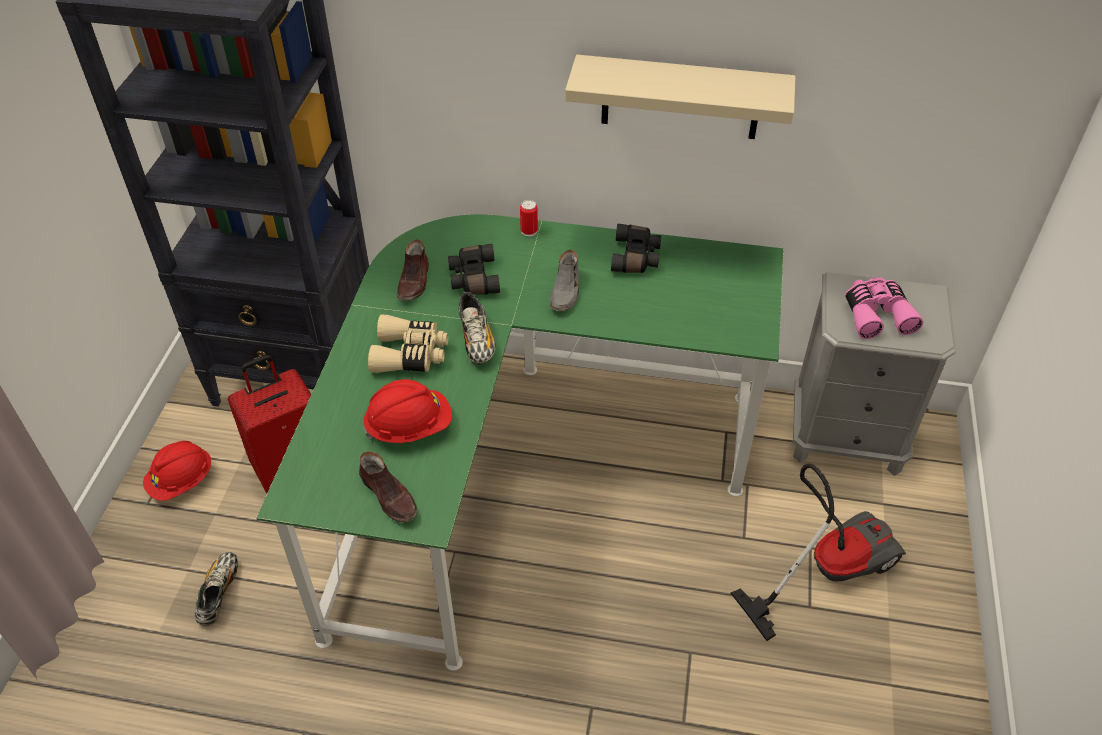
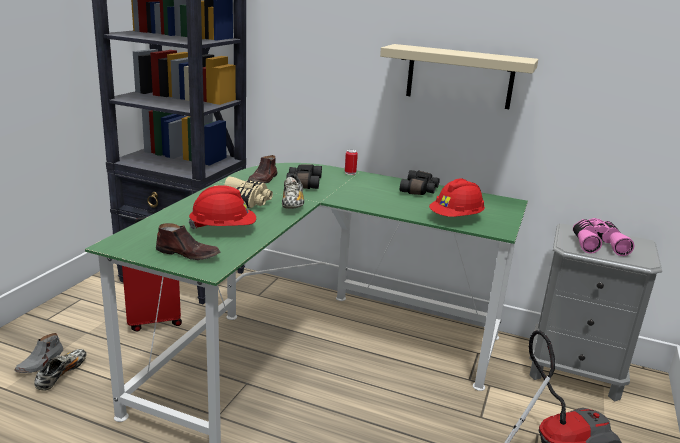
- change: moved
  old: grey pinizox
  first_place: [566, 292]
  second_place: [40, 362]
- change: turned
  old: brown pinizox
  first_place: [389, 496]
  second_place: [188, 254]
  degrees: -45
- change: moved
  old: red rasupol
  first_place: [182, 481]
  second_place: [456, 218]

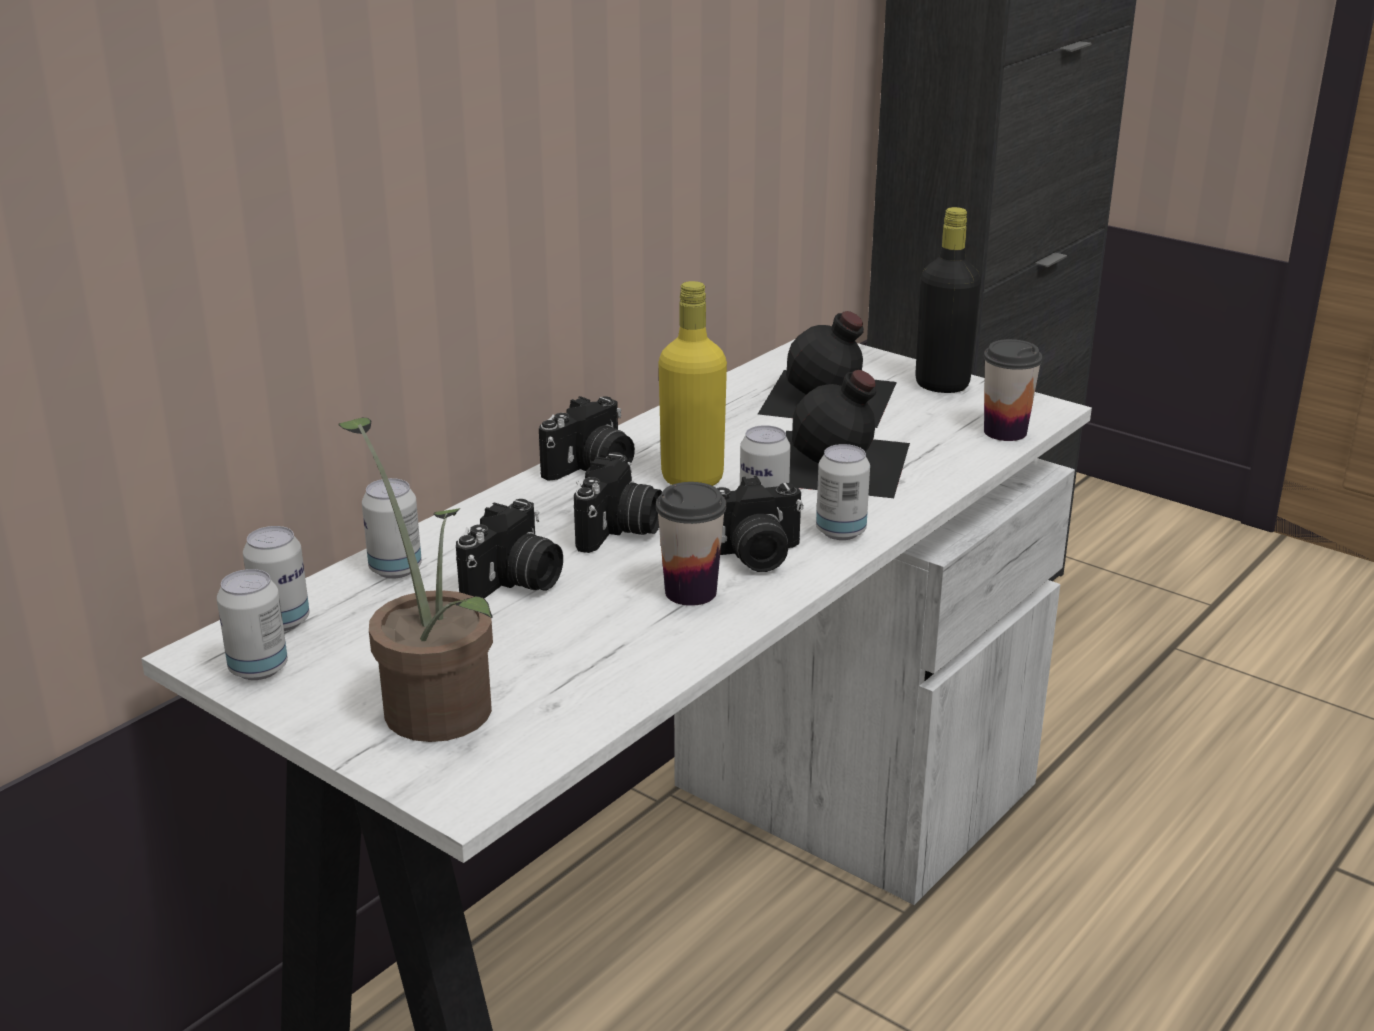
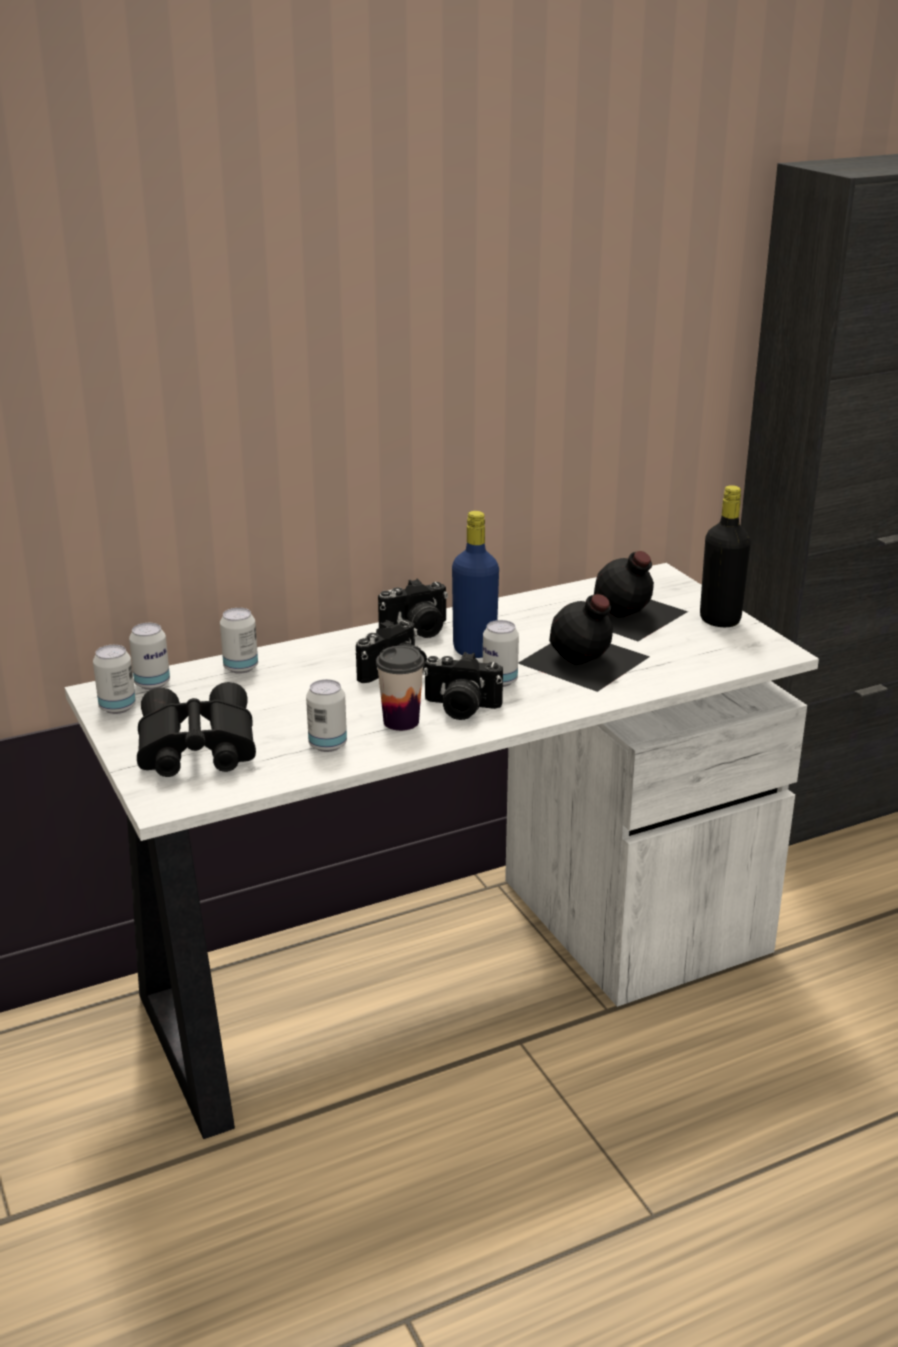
- change: replaced
  old: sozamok
  new: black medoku
  first_place: [434, 700]
  second_place: [194, 748]
- change: moved
  old: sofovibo
  first_place: [840, 532]
  second_place: [327, 745]
- change: recoloured
  old: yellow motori
  new: blue motori
  first_place: [692, 479]
  second_place: [474, 650]
- change: removed
  old: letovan
  first_place: [515, 583]
- change: removed
  old: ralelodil
  first_place: [1005, 432]

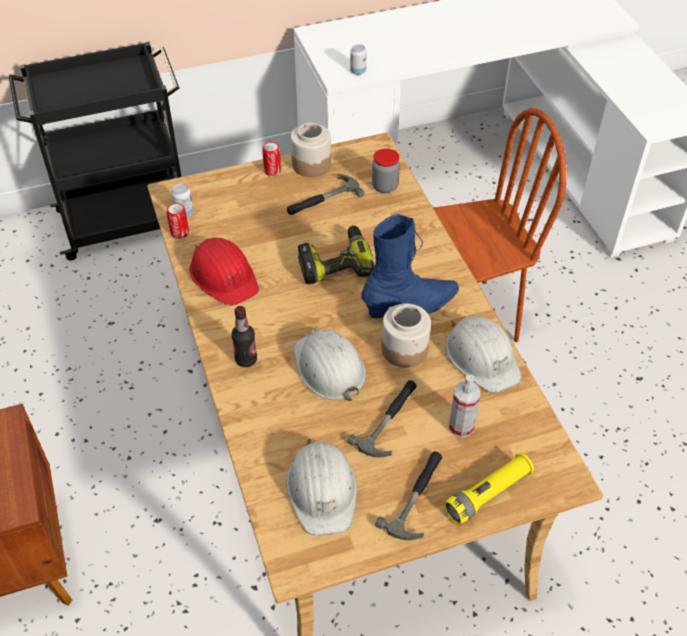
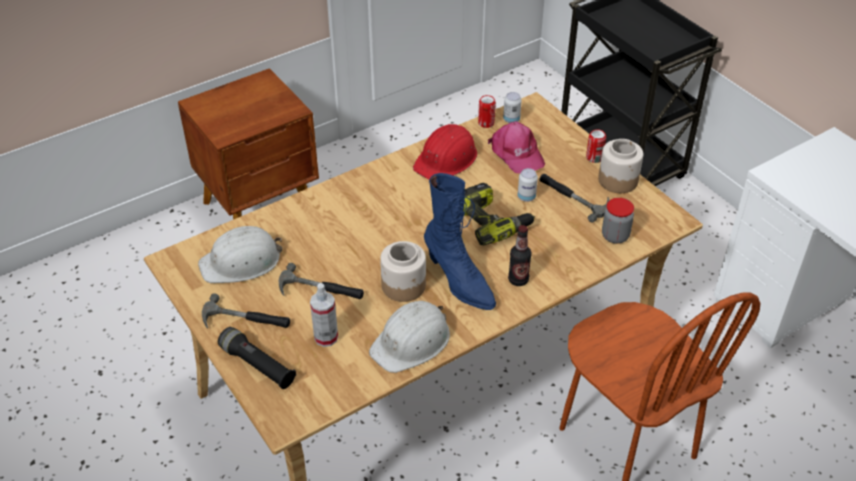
- change: recoloured
  old: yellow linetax
  new: black linetax
  first_place: [488, 494]
  second_place: [257, 365]
- change: added
  new: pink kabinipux
  second_place: [516, 153]
- change: moved
  old: motori
  first_place: [246, 360]
  second_place: [518, 280]
- change: moved
  old: sofovibo
  first_place: [358, 71]
  second_place: [526, 197]
- change: removed
  old: white rasupol
  first_place: [329, 368]

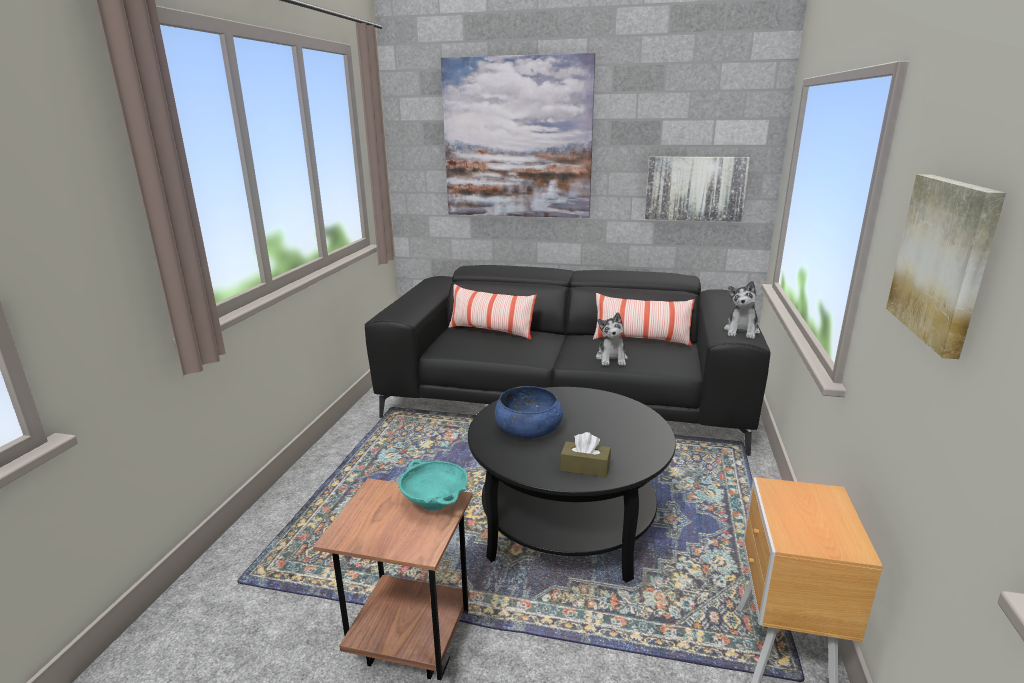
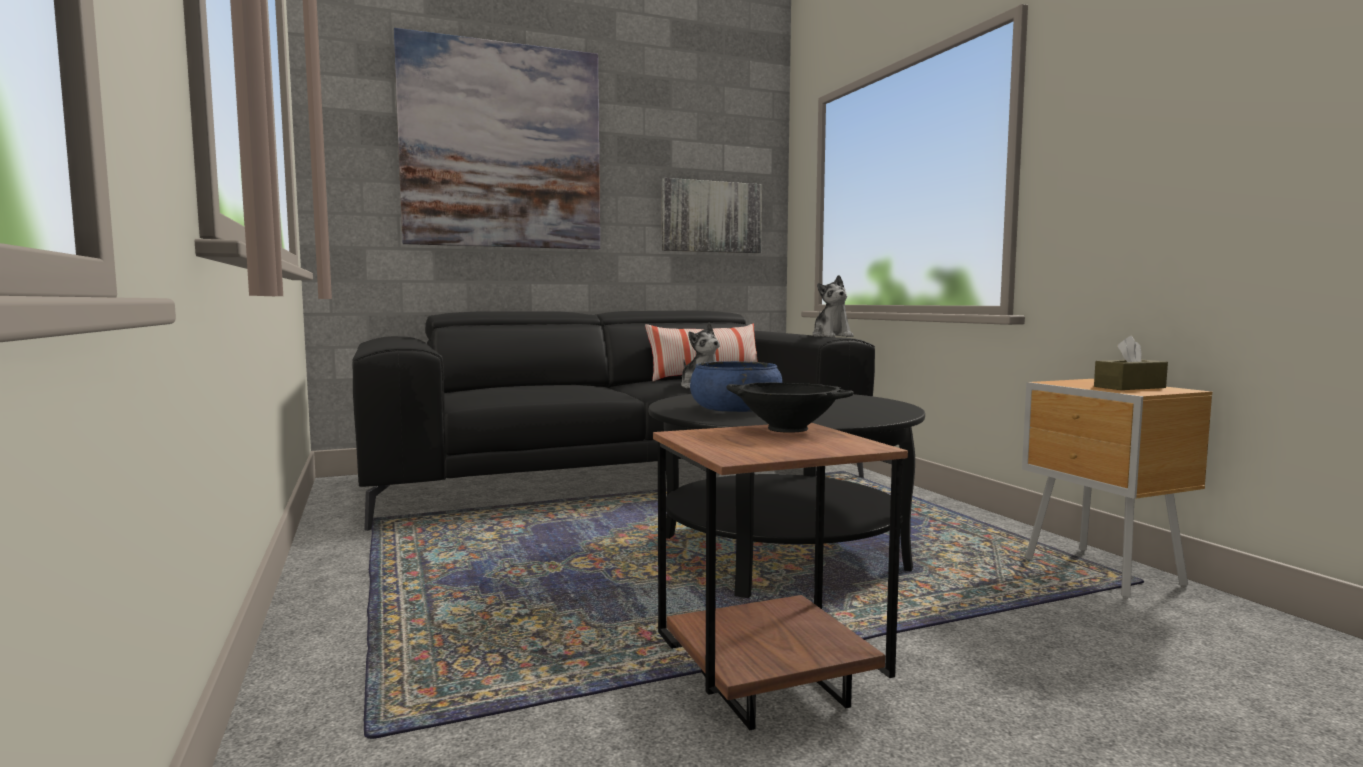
- change: recoloured
  old: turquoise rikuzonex
  new: black rikuzonex
  first_place: [435, 503]
  second_place: [788, 429]
- change: moved
  old: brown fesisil
  first_place: [585, 467]
  second_place: [1129, 387]
- change: removed
  old: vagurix
  first_place: [491, 331]
- change: removed
  old: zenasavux
  first_place: [944, 260]

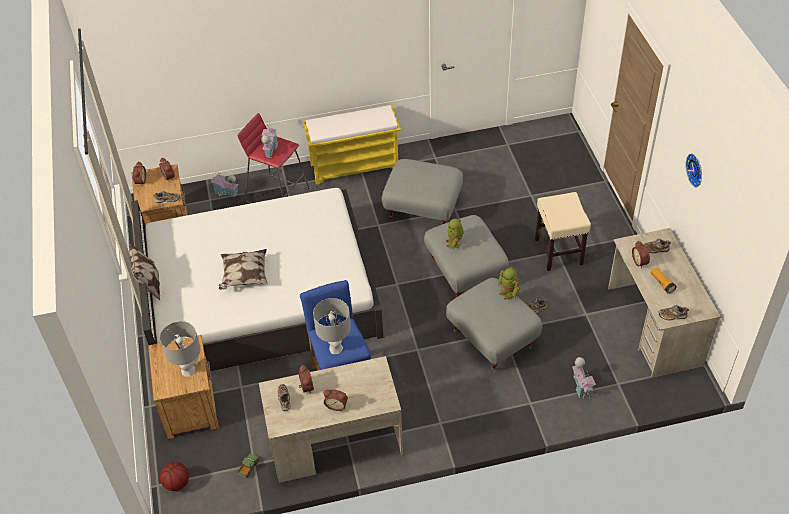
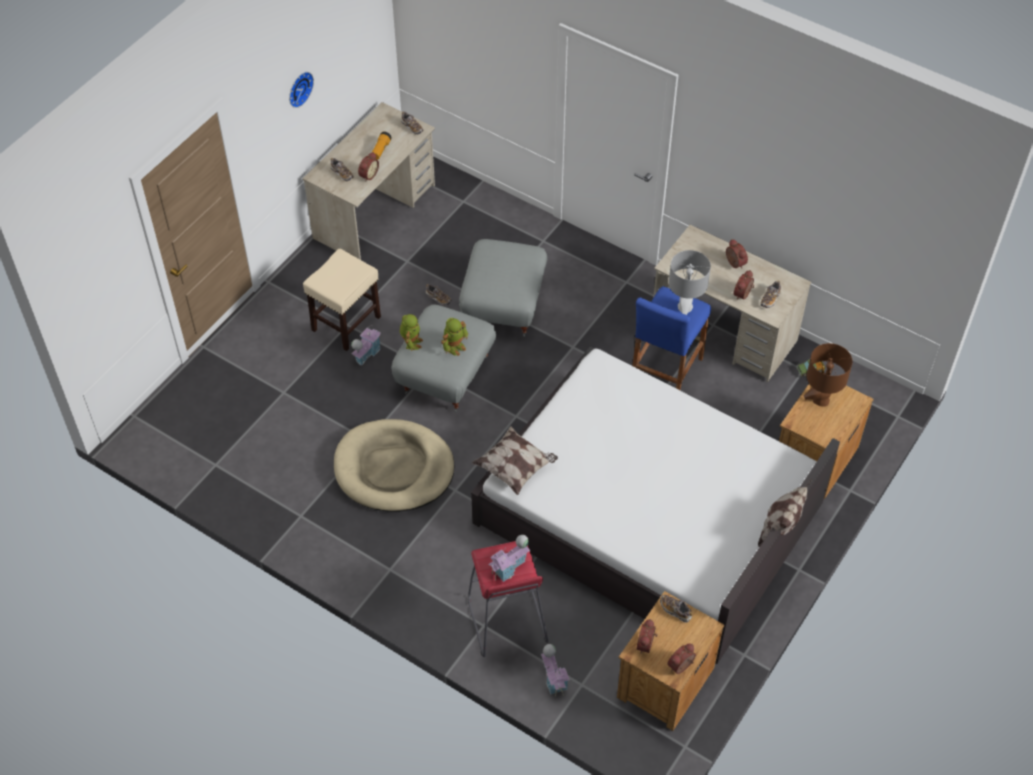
- change: replaced
  old: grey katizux
  new: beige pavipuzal
  first_place: [422, 209]
  second_place: [394, 469]
- change: moved
  old: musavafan
  first_place: [582, 386]
  second_place: [366, 353]
- change: moved
  old: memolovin
  first_place: [508, 292]
  second_place: [411, 342]
- change: moved
  old: vagurix
  first_place: [244, 276]
  second_place: [515, 468]
- change: recoloured
  old: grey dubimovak
  new: brown dubimovak
  first_place: [188, 370]
  second_place: [821, 400]
- change: removed
  old: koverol
  first_place: [176, 483]
- change: removed
  old: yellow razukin
  first_place: [355, 165]

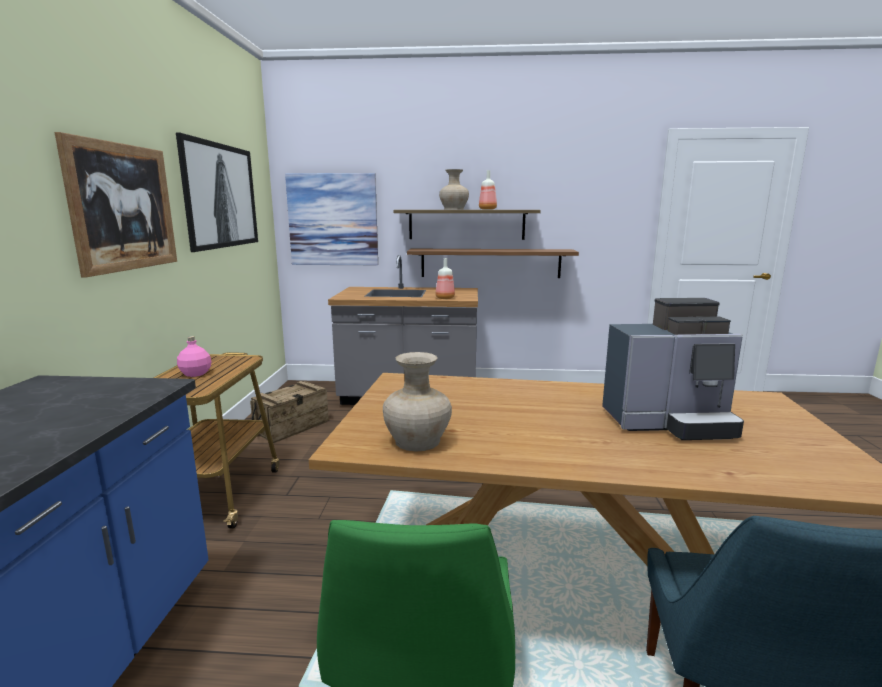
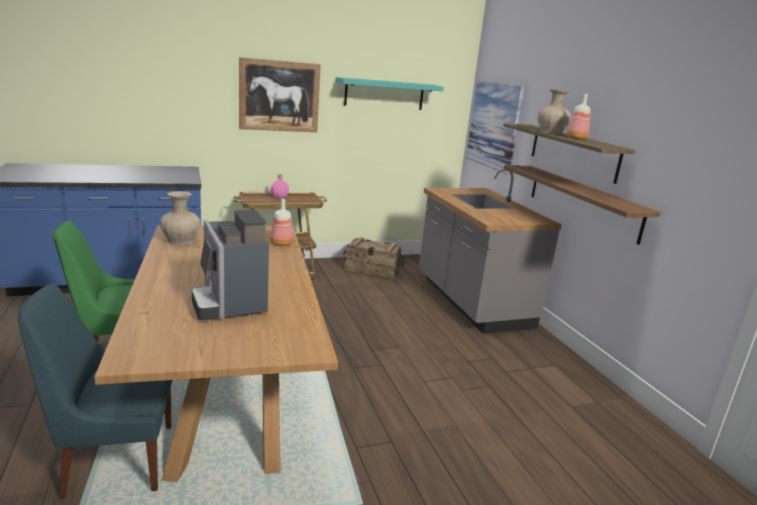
- change: moved
  old: motori
  first_place: [444, 298]
  second_place: [280, 243]
- change: replaced
  old: zenasavux
  new: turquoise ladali
  first_place: [220, 196]
  second_place: [384, 94]

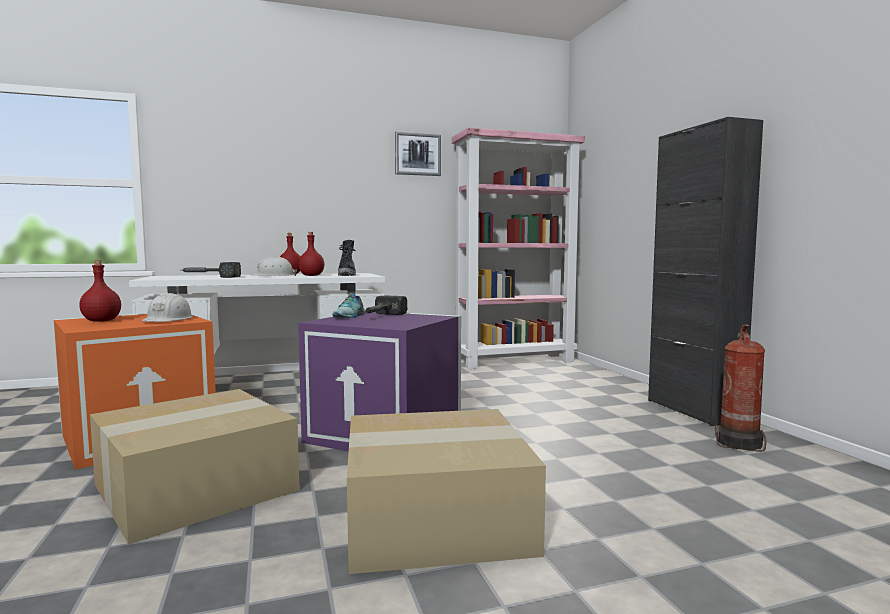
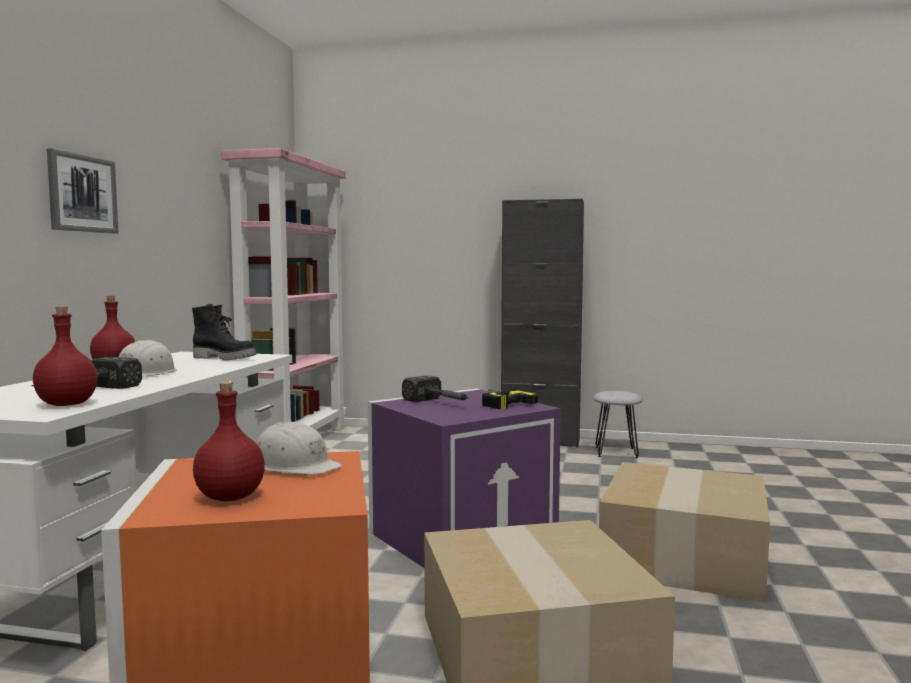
- change: moved
  old: red motori
  first_place: [311, 275]
  second_place: [67, 404]
- change: moved
  old: zenasavux
  first_place: [417, 154]
  second_place: [82, 193]
- change: added
  new: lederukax
  second_place: [498, 402]
- change: replaced
  old: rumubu
  new: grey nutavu
  first_place: [739, 443]
  second_place: [616, 452]
- change: removed
  old: pinizox
  first_place: [350, 316]

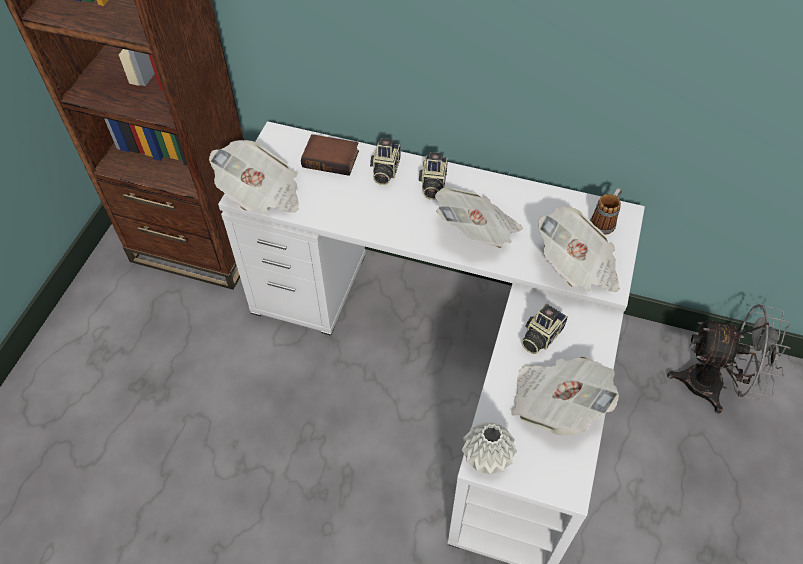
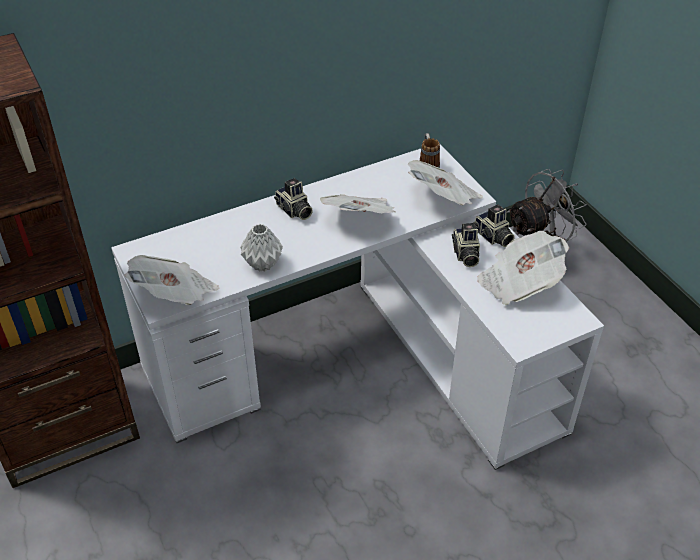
- change: moved
  old: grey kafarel
  first_place: [486, 457]
  second_place: [262, 264]
- change: moved
  old: letovan
  first_place: [384, 170]
  second_place: [493, 237]
- change: removed
  old: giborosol
  first_place: [332, 158]

